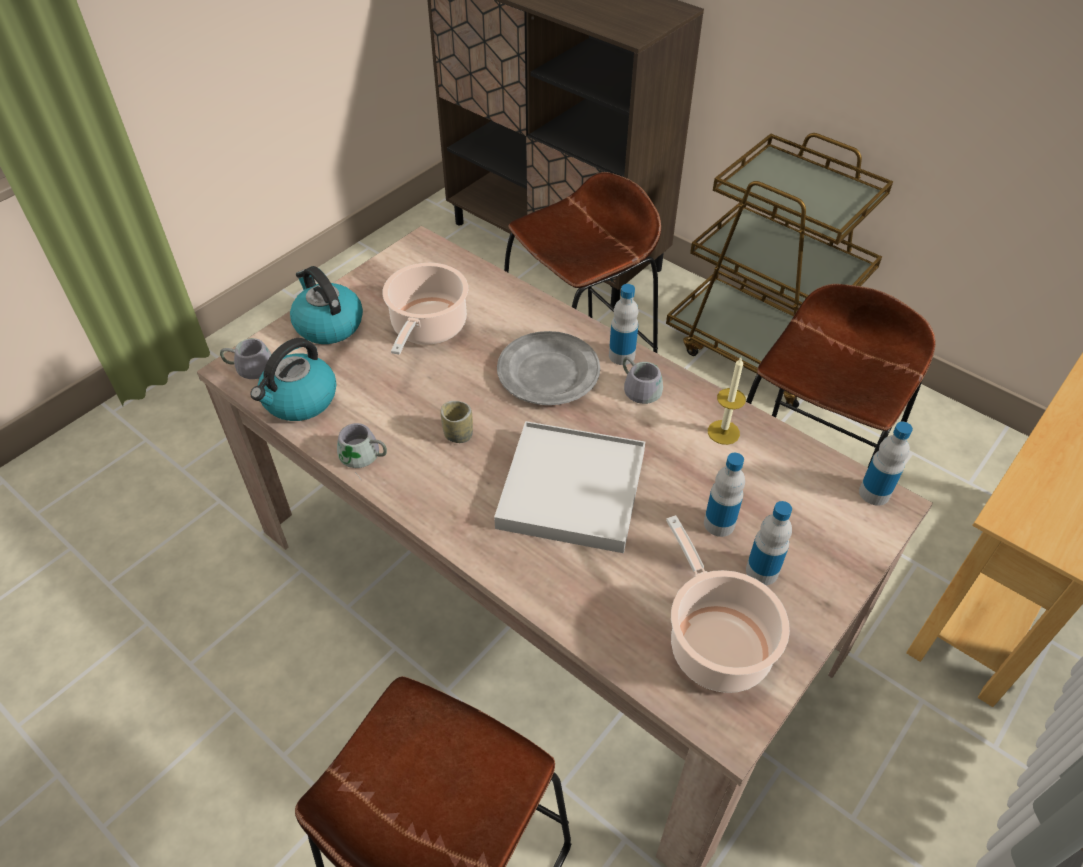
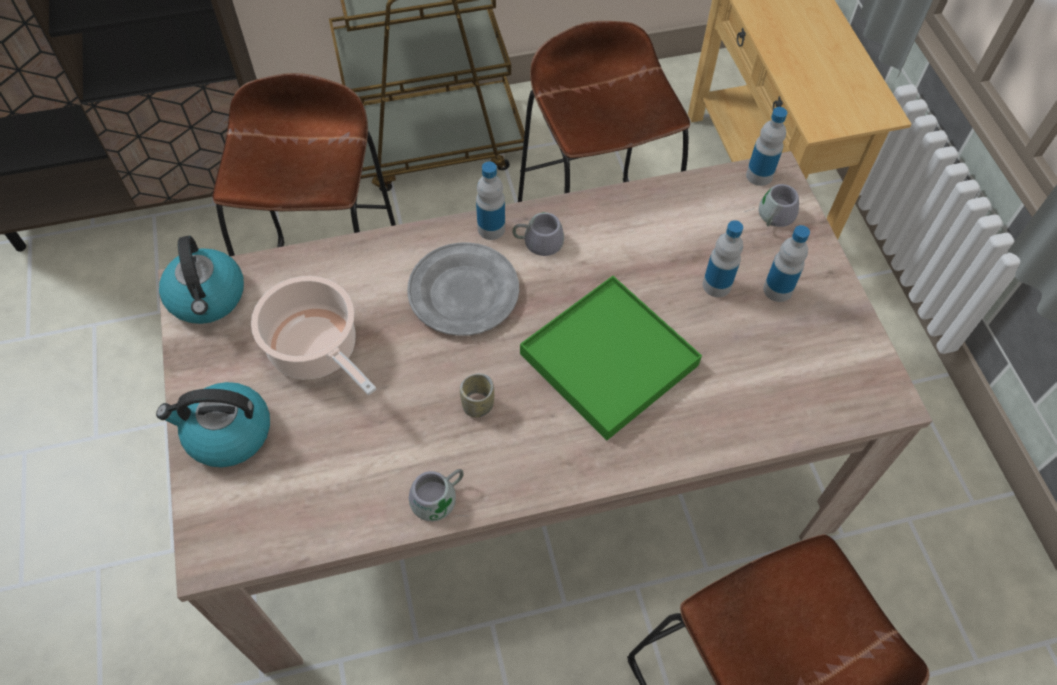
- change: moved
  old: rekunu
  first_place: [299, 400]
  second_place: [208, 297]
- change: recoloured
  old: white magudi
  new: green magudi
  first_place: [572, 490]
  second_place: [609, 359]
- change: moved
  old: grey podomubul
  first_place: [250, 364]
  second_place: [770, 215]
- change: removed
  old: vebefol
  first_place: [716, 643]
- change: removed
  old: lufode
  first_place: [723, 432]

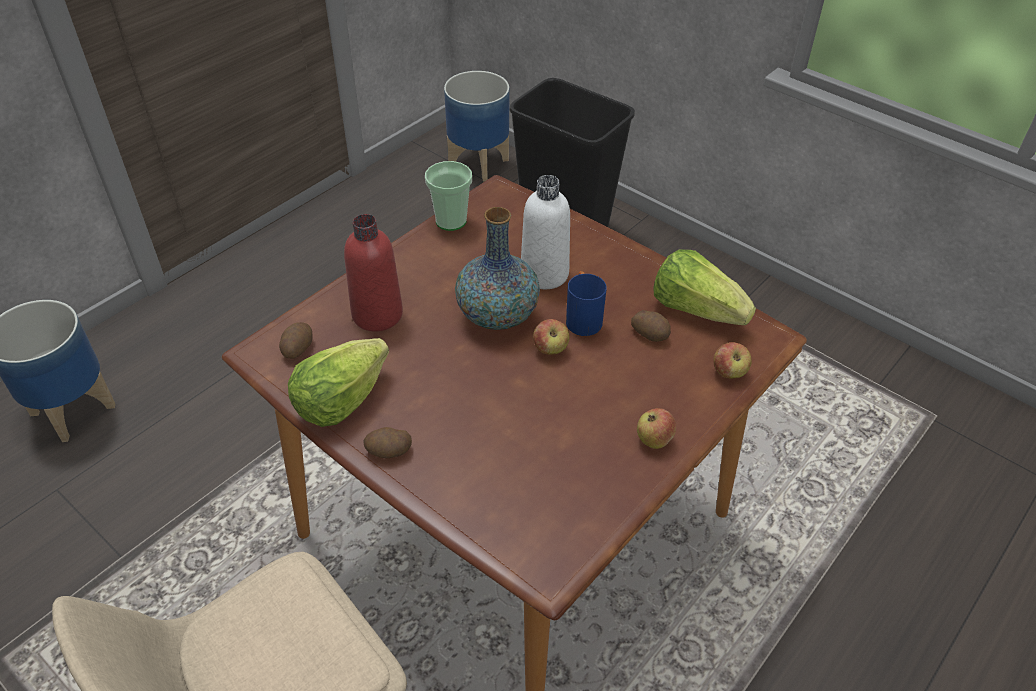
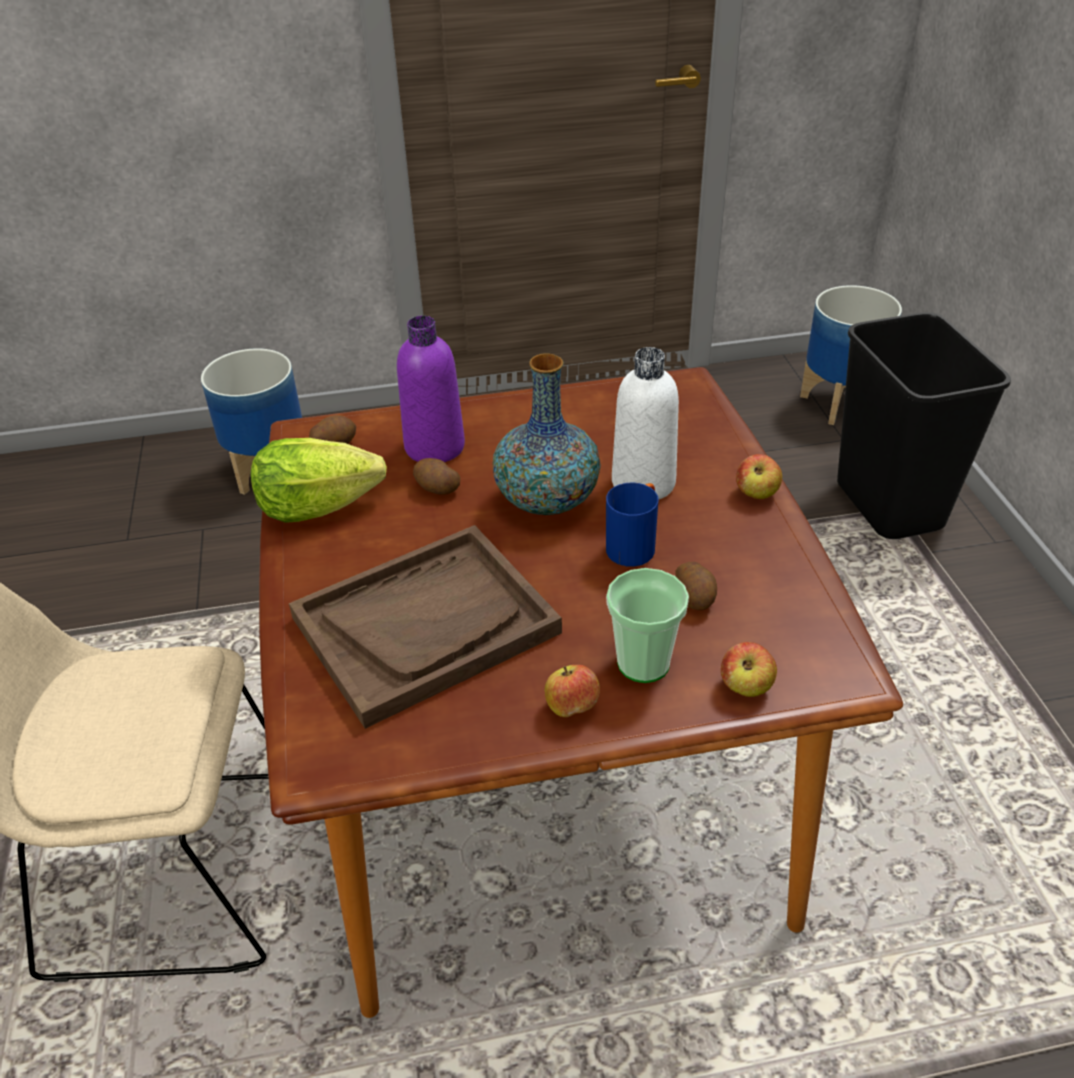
- change: added
  new: brown magudi
  second_place: [426, 625]
- change: recoloured
  old: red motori
  new: purple motori
  first_place: [377, 314]
  second_place: [434, 447]
- change: moved
  old: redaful
  first_place: [389, 451]
  second_place: [436, 488]
- change: moved
  old: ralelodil
  first_place: [451, 221]
  second_place: [643, 663]
- change: moved
  old: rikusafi
  first_place: [550, 349]
  second_place: [756, 494]
- change: removed
  old: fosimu
  first_place: [696, 309]

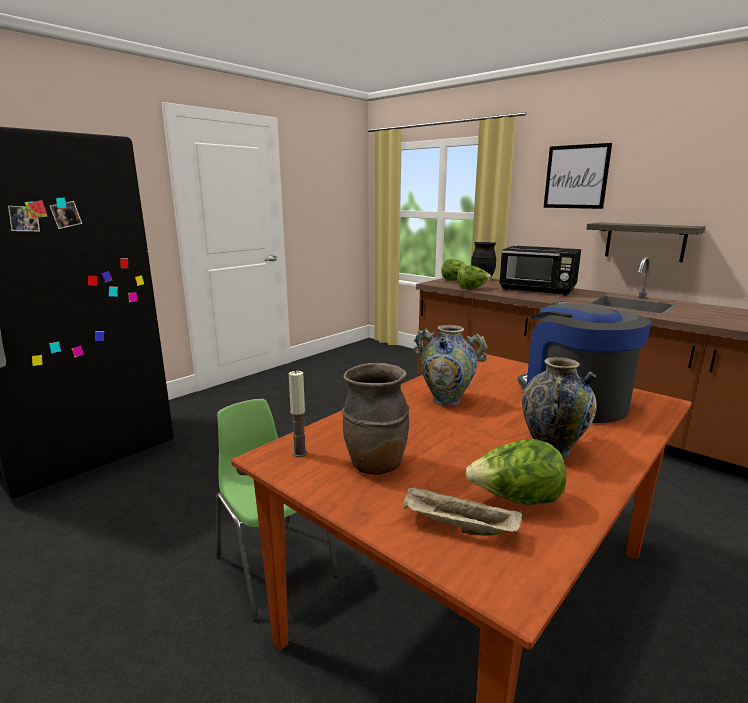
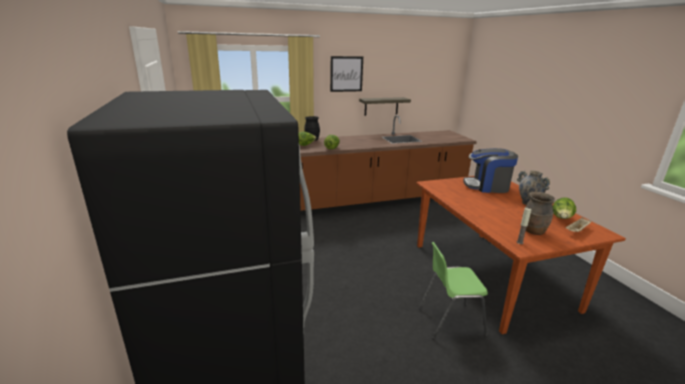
- change: removed
  old: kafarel
  first_place: [446, 400]
- change: removed
  old: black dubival
  first_place: [538, 290]

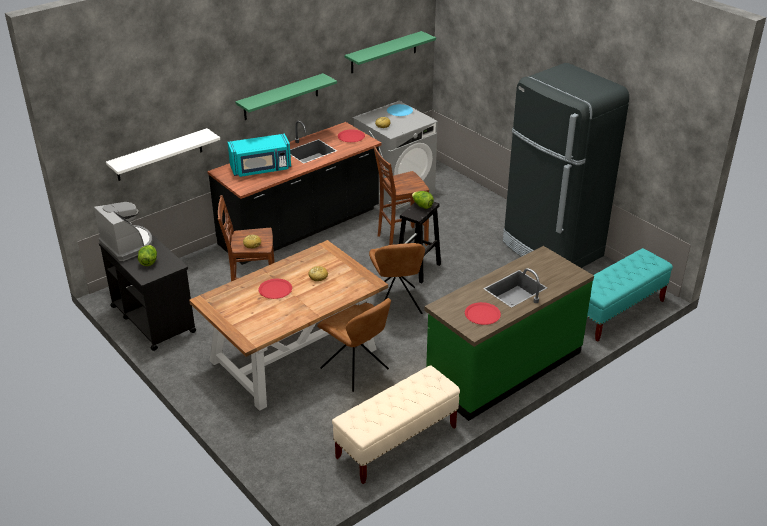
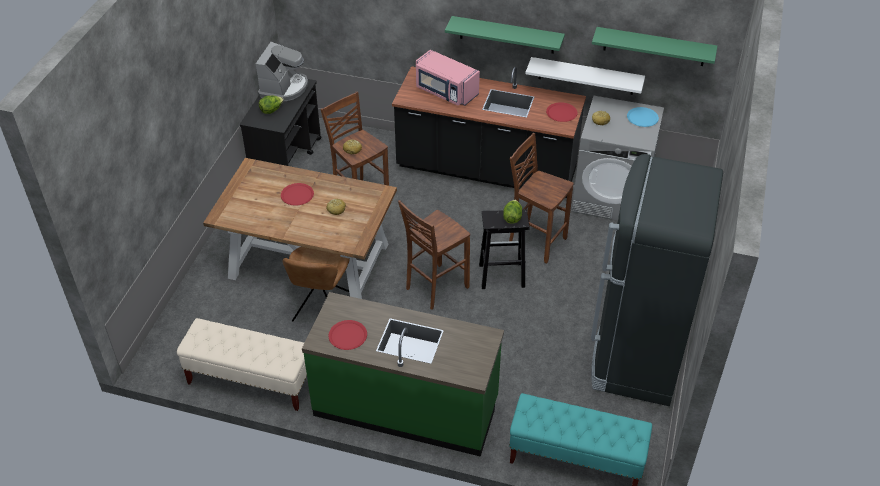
- change: replaced
  old: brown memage
  new: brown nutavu
  first_place: [396, 304]
  second_place: [435, 288]
- change: recoloured
  old: turquoise dubival
  new: pink dubival
  first_place: [261, 169]
  second_place: [445, 92]
- change: moved
  old: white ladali
  first_place: [159, 155]
  second_place: [586, 76]

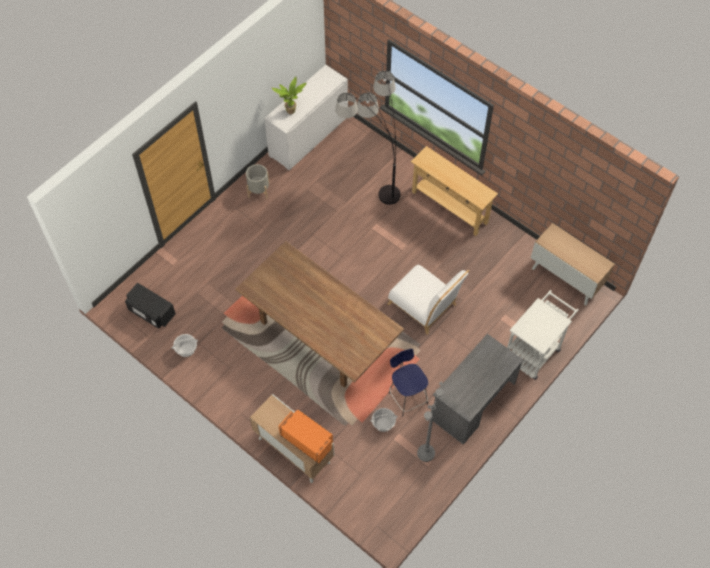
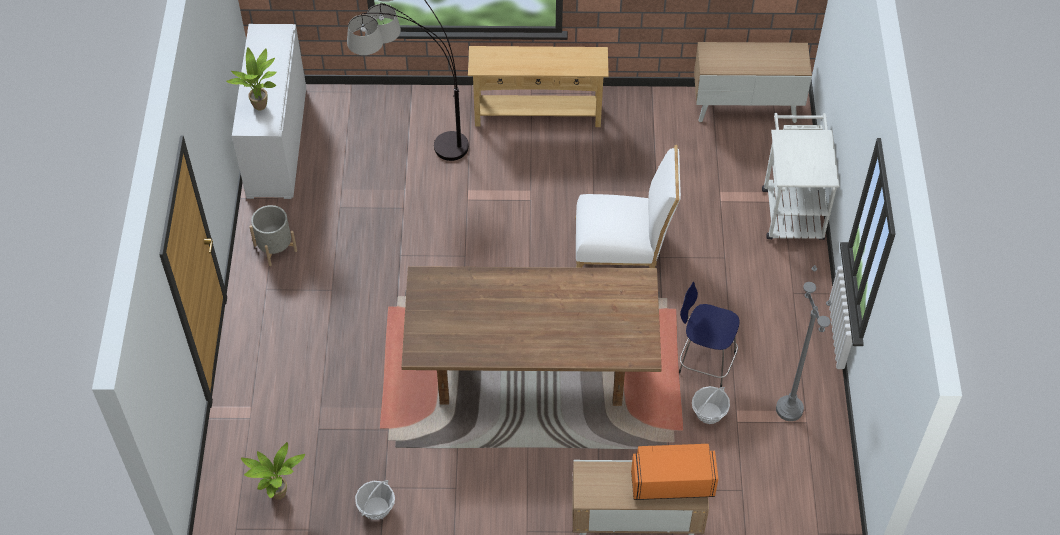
- change: replaced
  old: black dubival
  new: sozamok
  first_place: [151, 312]
  second_place: [279, 496]
- change: removed
  old: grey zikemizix
  first_place: [473, 402]

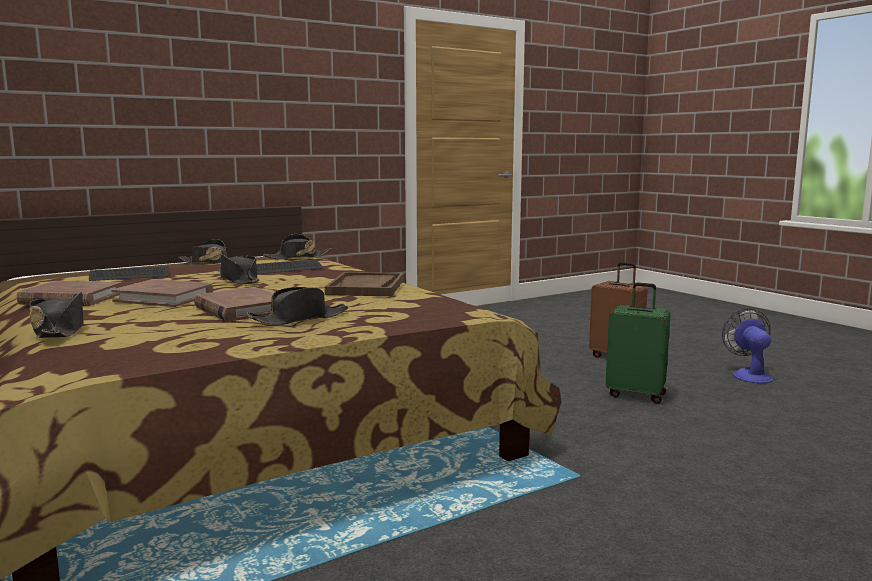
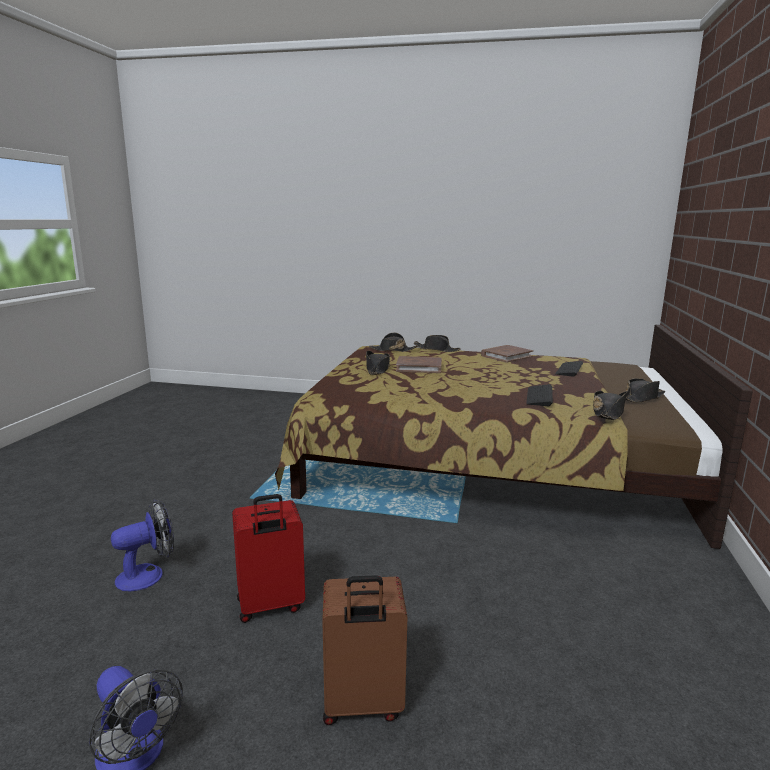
- change: added
  new: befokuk
  second_place: [148, 575]
- change: recoloured
  old: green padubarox
  new: red padubarox
  first_place: [636, 394]
  second_place: [270, 606]
- change: moved
  old: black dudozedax
  first_place: [239, 279]
  second_place: [392, 350]
- change: removed
  old: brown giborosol
  first_place: [165, 298]
- change: removed
  old: brown magudi
  first_place: [366, 287]

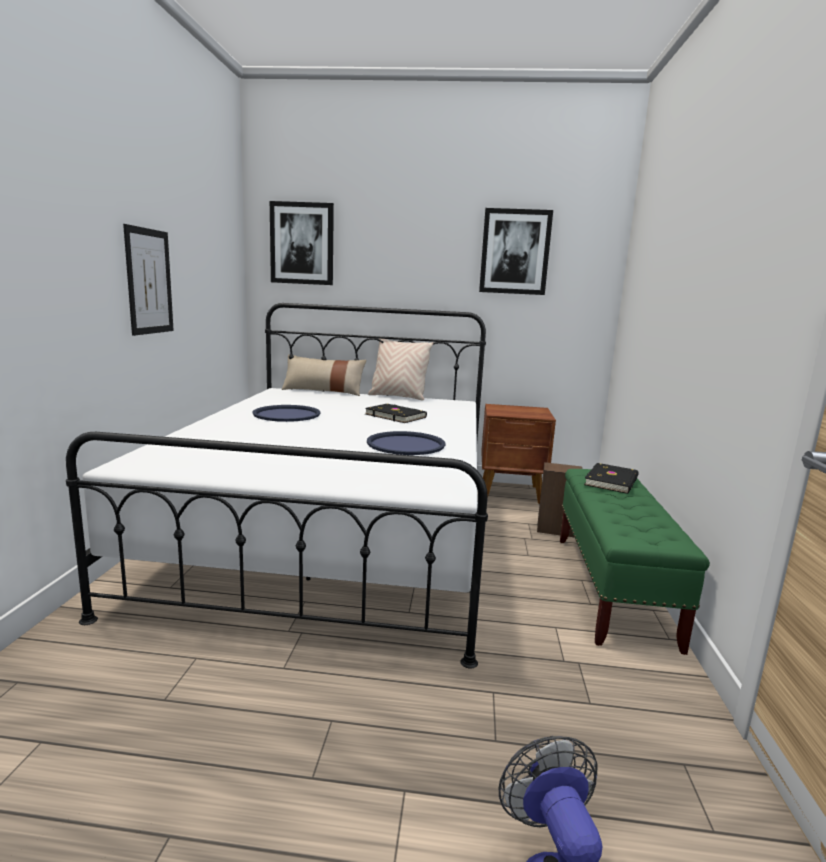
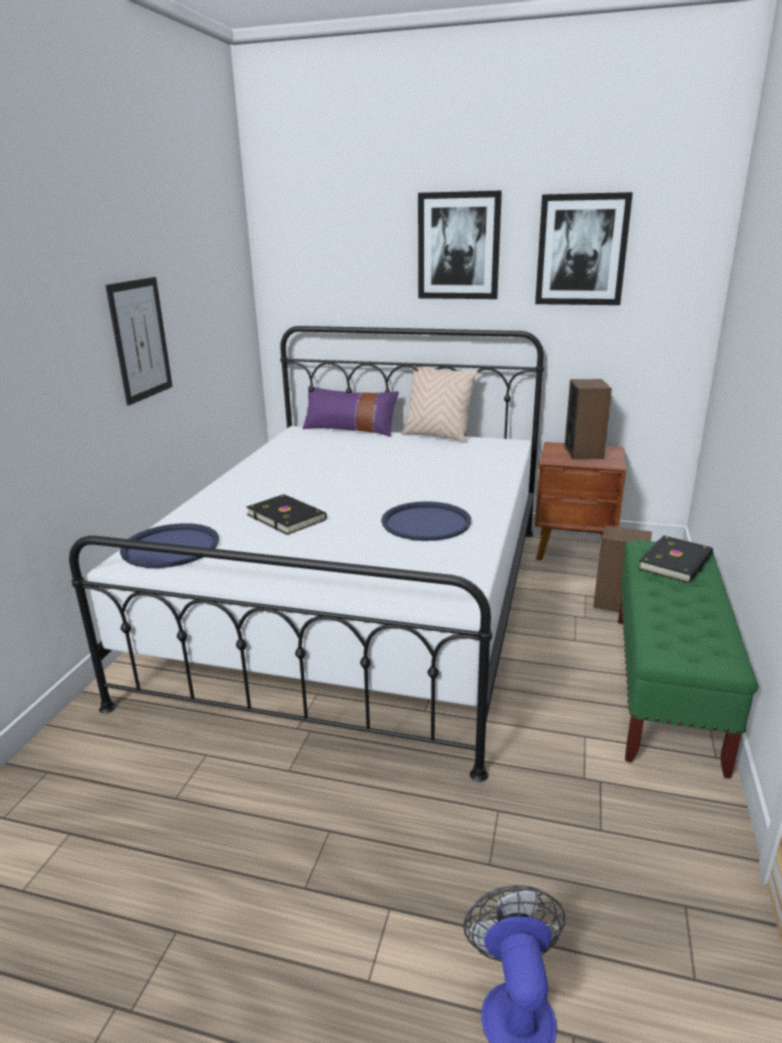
- change: moved
  old: blue magudi
  first_place: [287, 414]
  second_place: [171, 547]
- change: moved
  old: black giborosol
  first_place: [396, 416]
  second_place: [287, 517]
- change: recoloured
  old: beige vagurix
  new: purple vagurix
  first_place: [323, 391]
  second_place: [350, 429]
- change: moved
  old: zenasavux
  first_place: [302, 243]
  second_place: [458, 246]
- change: added
  new: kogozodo
  second_place: [583, 452]

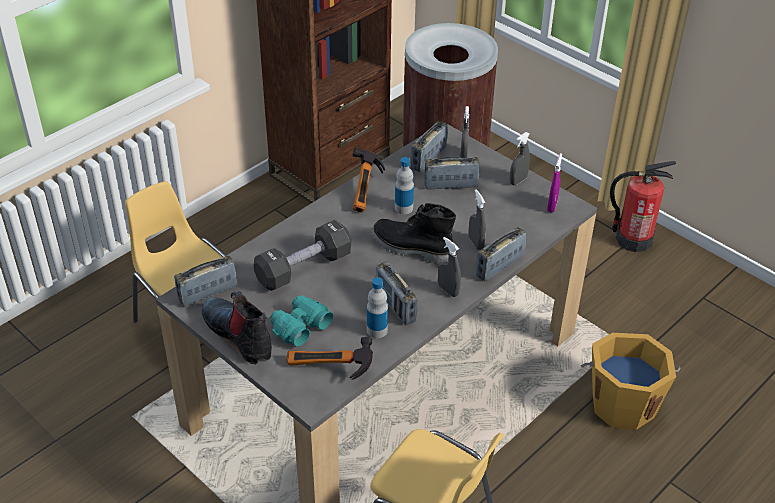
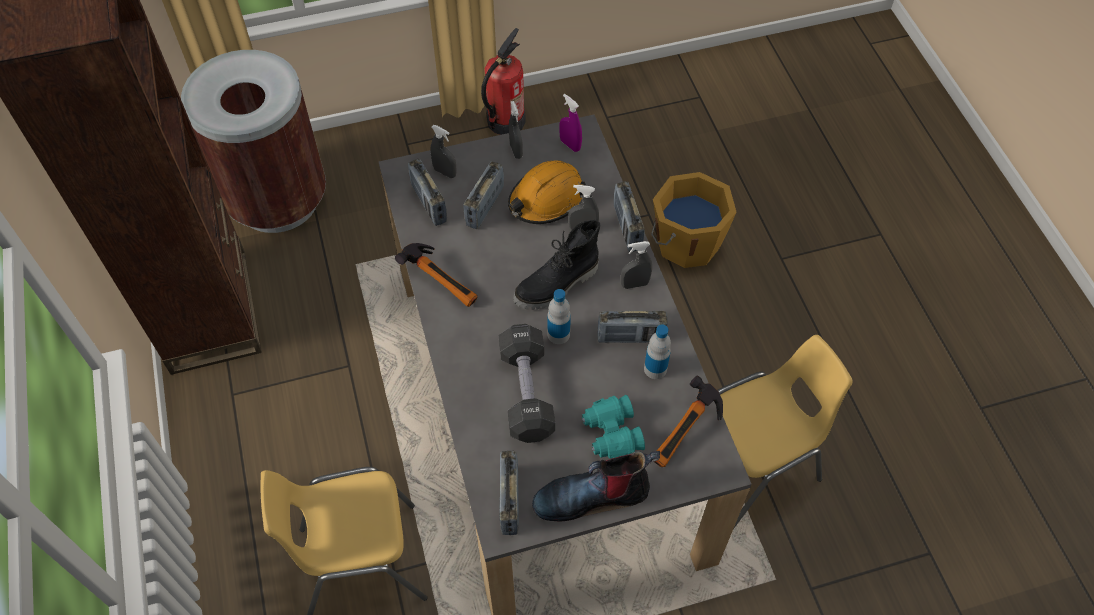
- change: added
  new: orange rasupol
  second_place: [546, 200]
- change: moved
  old: motori
  first_place: [403, 208]
  second_place: [558, 334]

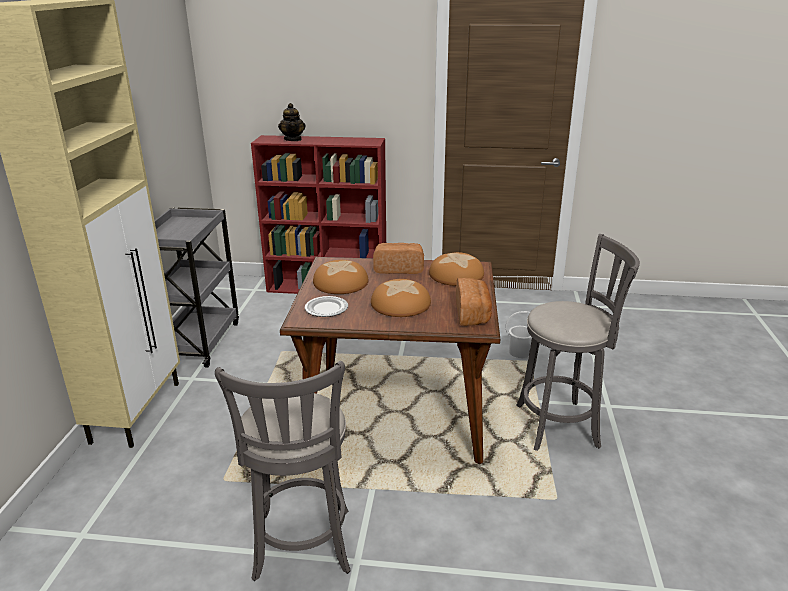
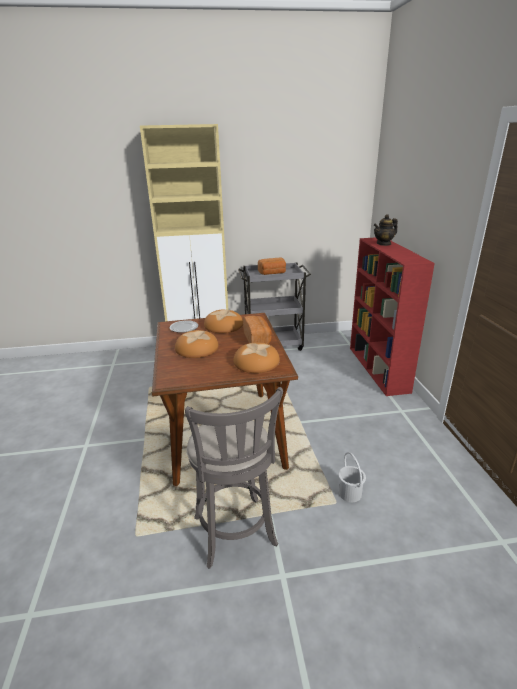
- change: moved
  old: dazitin
  first_place: [473, 314]
  second_place: [272, 273]
- change: removed
  old: grey nutavu
  first_place: [302, 549]

